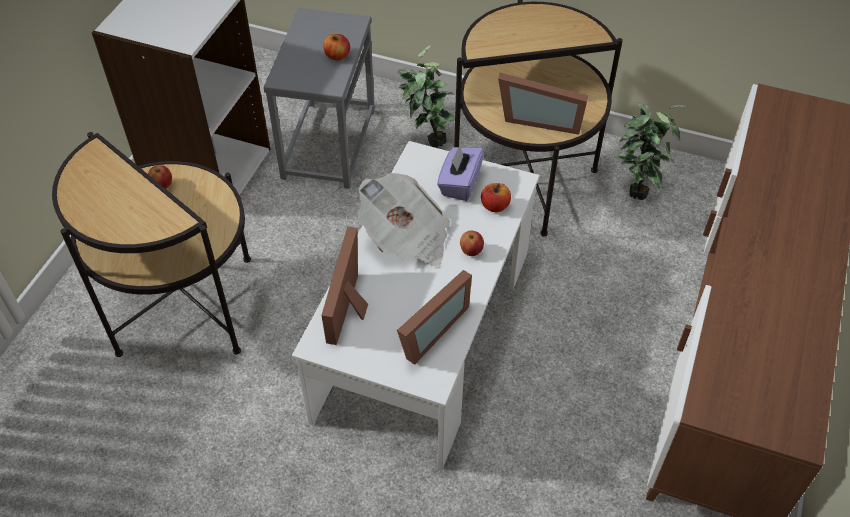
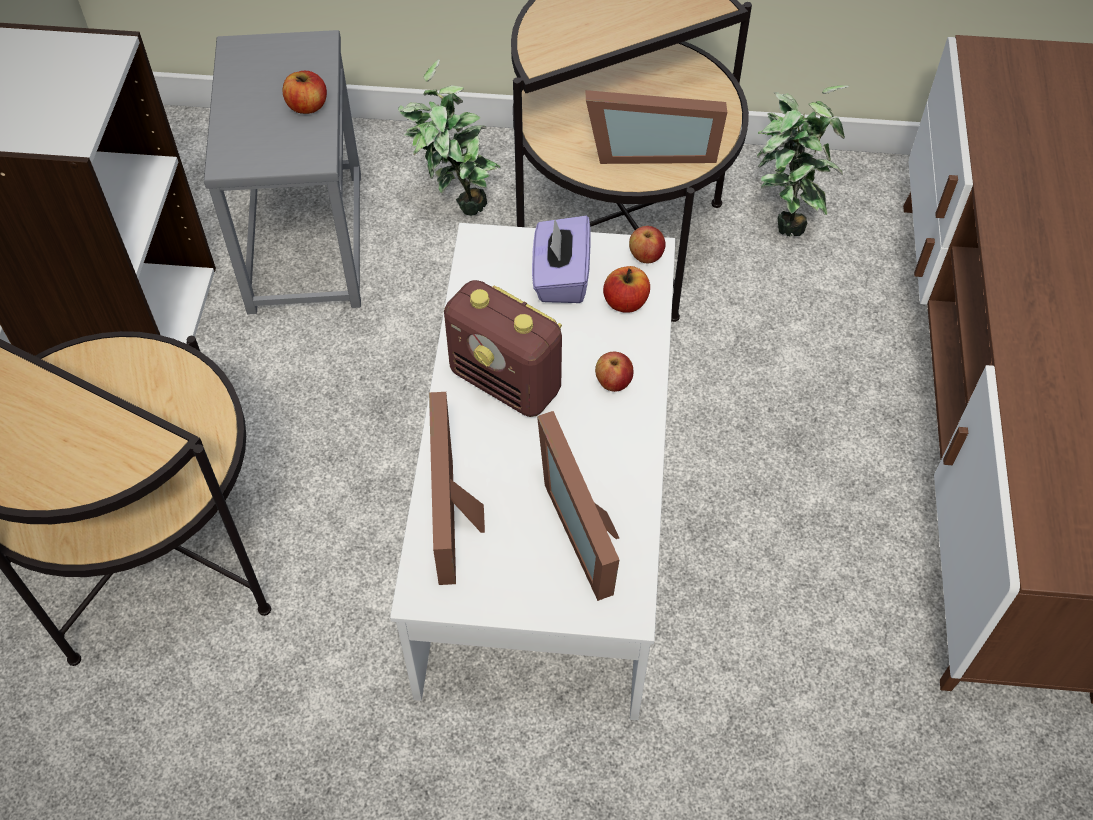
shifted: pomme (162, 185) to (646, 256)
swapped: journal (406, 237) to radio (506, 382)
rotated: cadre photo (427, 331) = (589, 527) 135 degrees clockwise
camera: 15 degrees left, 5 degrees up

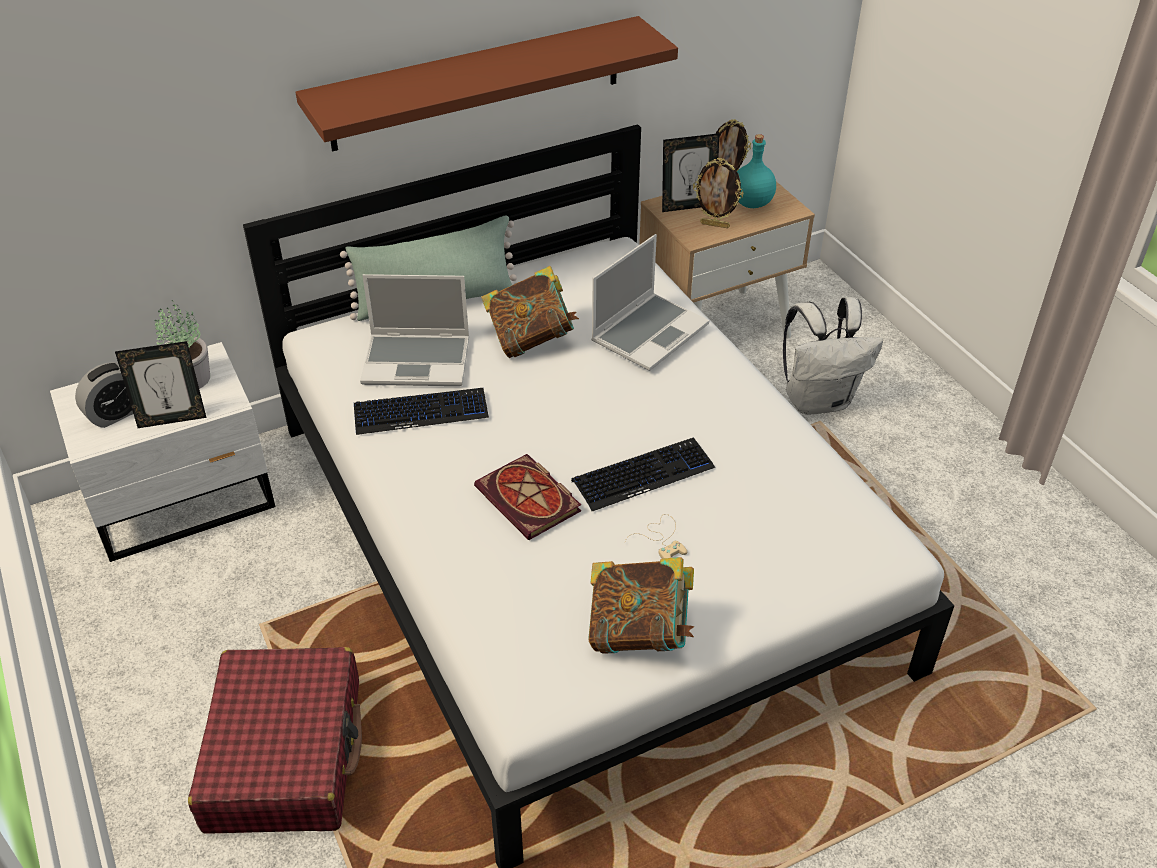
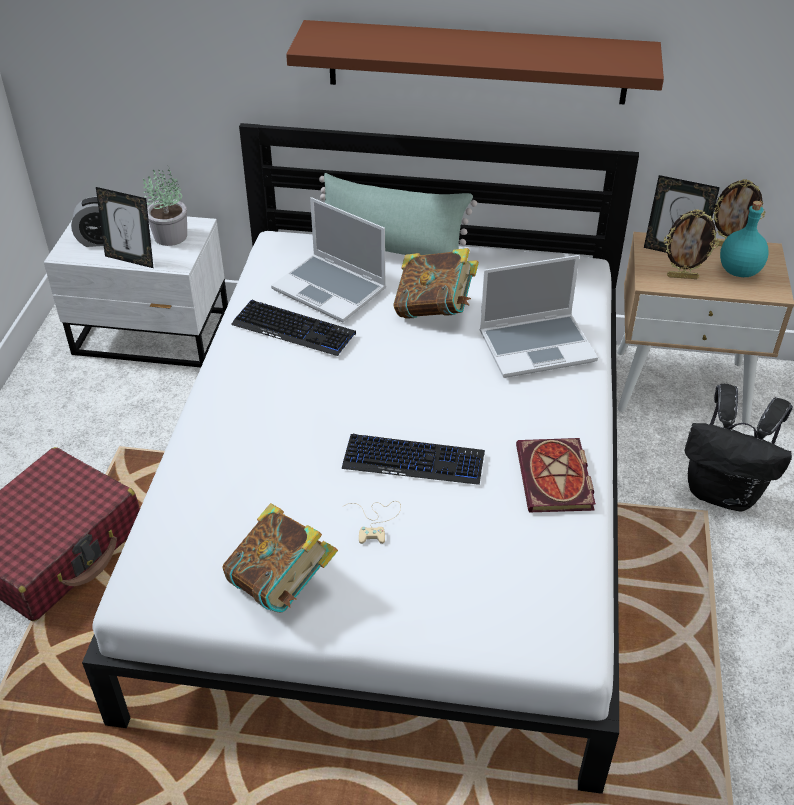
shifted: livre (531, 500) to (556, 480)
repainted: sac à dos [blanc] (819, 400) to sac à dos [noir] (723, 492)
rotated: cadre photo (715, 225) = (682, 276) 45 degrees counterclockwise
camera: 35 degrees right, 0 degrees up

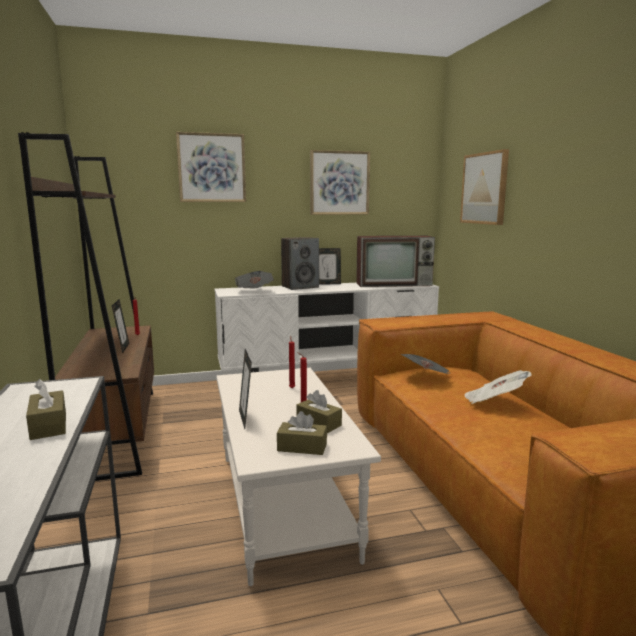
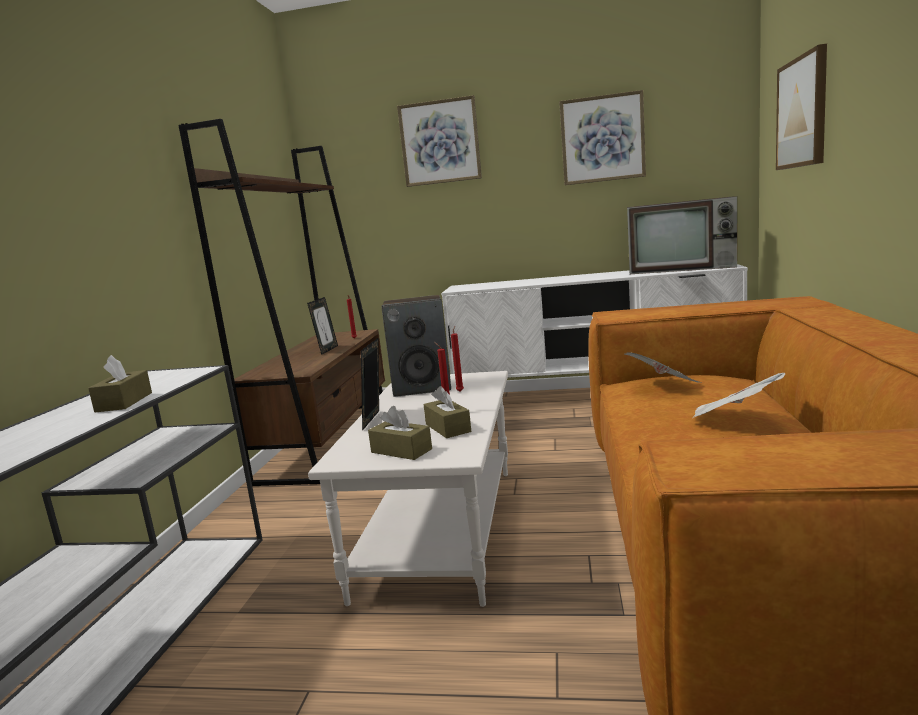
gone: journal (254, 291); cadre photo (327, 284)
shifted: enceinte (300, 287) to (422, 387)
camera: 25 degrees right, 0 degrees up

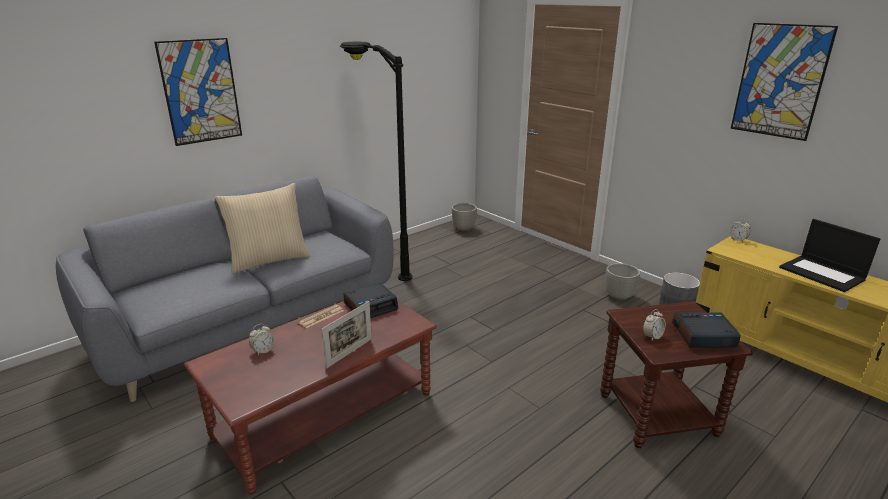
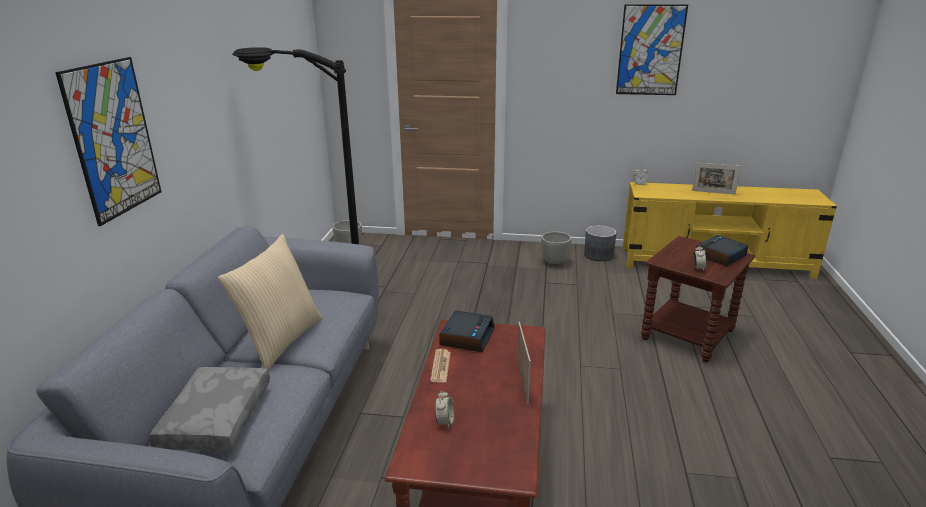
new: coussin [gris] (215, 418)
swapped: ordinateur portable (822, 274) to cadre photo (713, 192)
camera: 40 degrees left, 0 degrees up

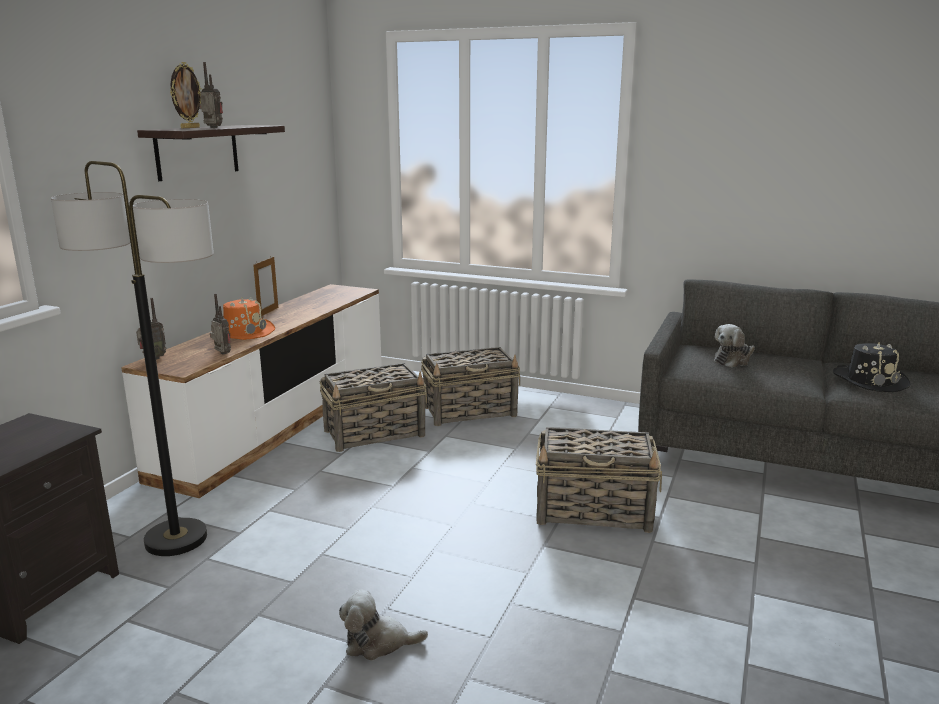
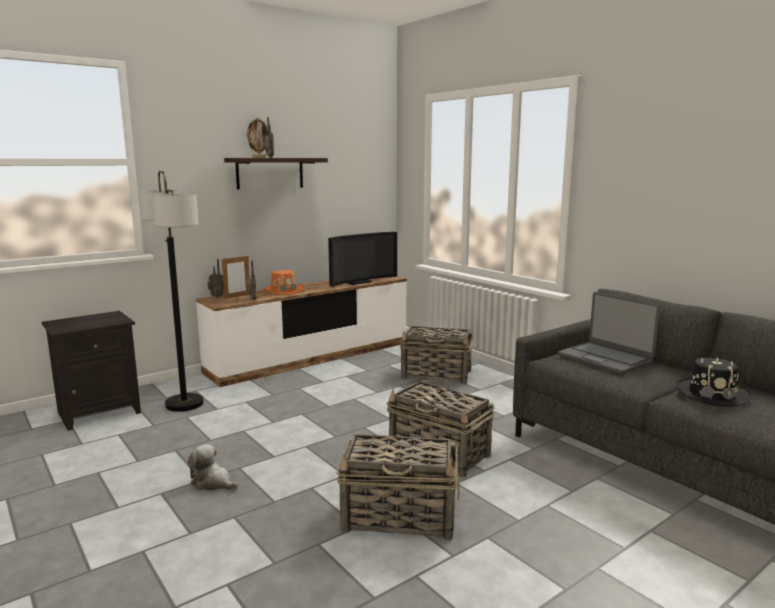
new: téléviseur (358, 282)
shifted: cadre photo (268, 312) to (237, 296); panier (375, 433) to (400, 517)
swapped: peluche (733, 360) to ordinateur portable (605, 359)
camera: 30 degrees right, 5 degrees down

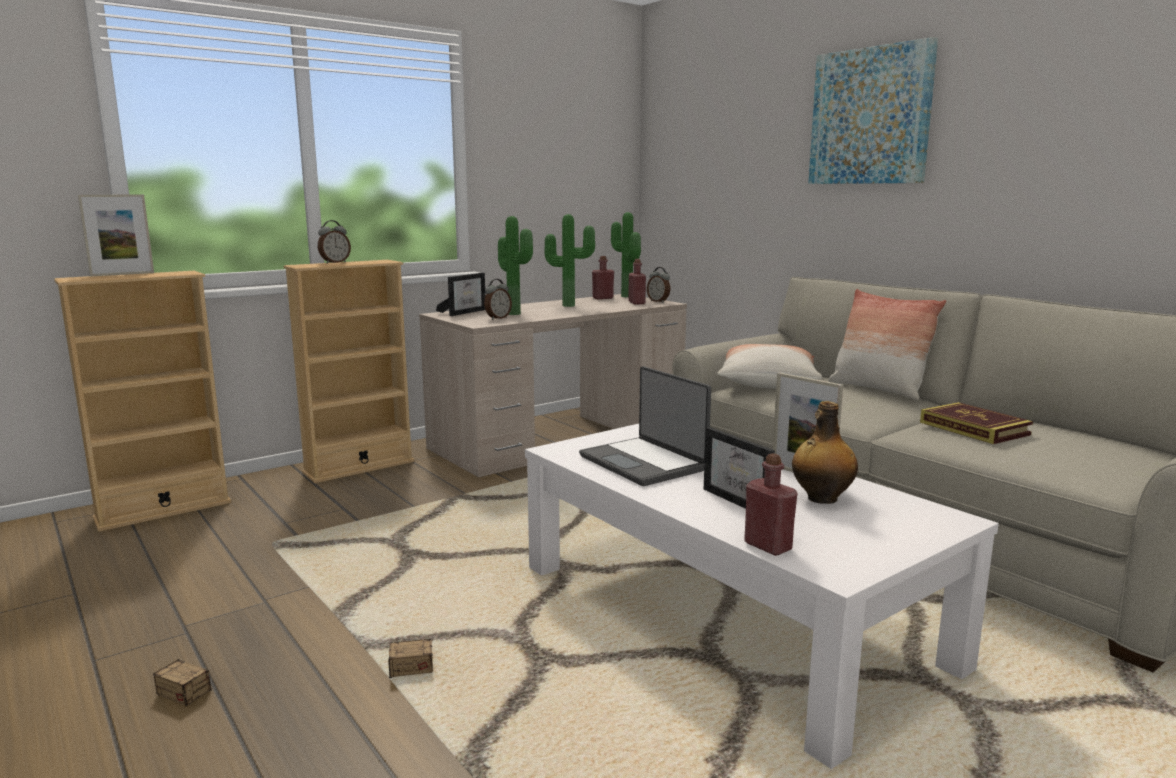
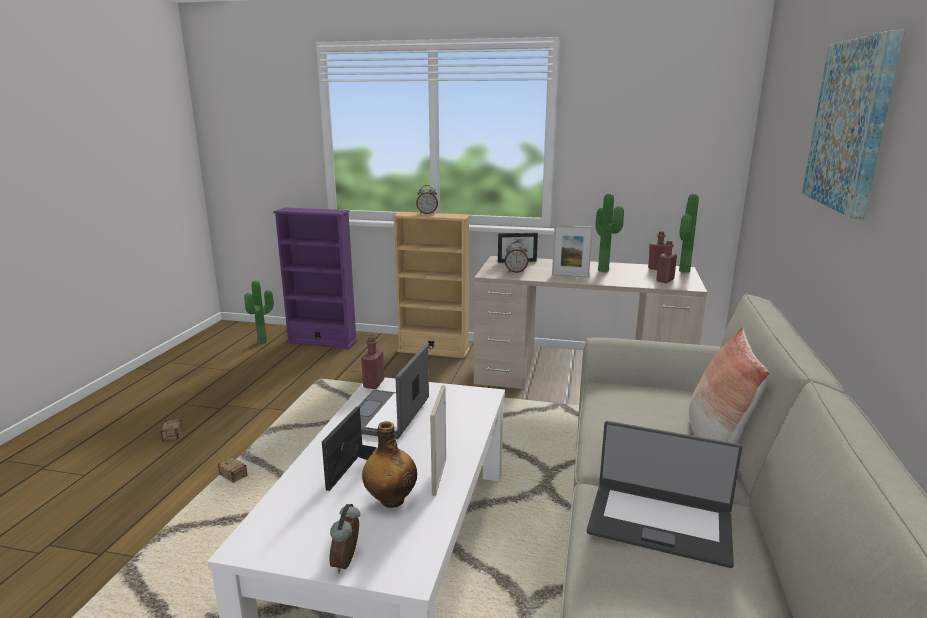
gone: coussin (767, 383)
shifted: plante en pot (516, 313) to (264, 342); réveil (658, 301) to (348, 562); bouteille [rouge] (768, 546) to (373, 384); cadre photo (122, 274) to (570, 276)
swapped: livre (974, 428) to ordinateur portable (659, 523)
repainted: bibliothèque [beige] (163, 510) to bibliothèque [violet] (322, 341)
camera: 50 degrees right, 5 degrees up

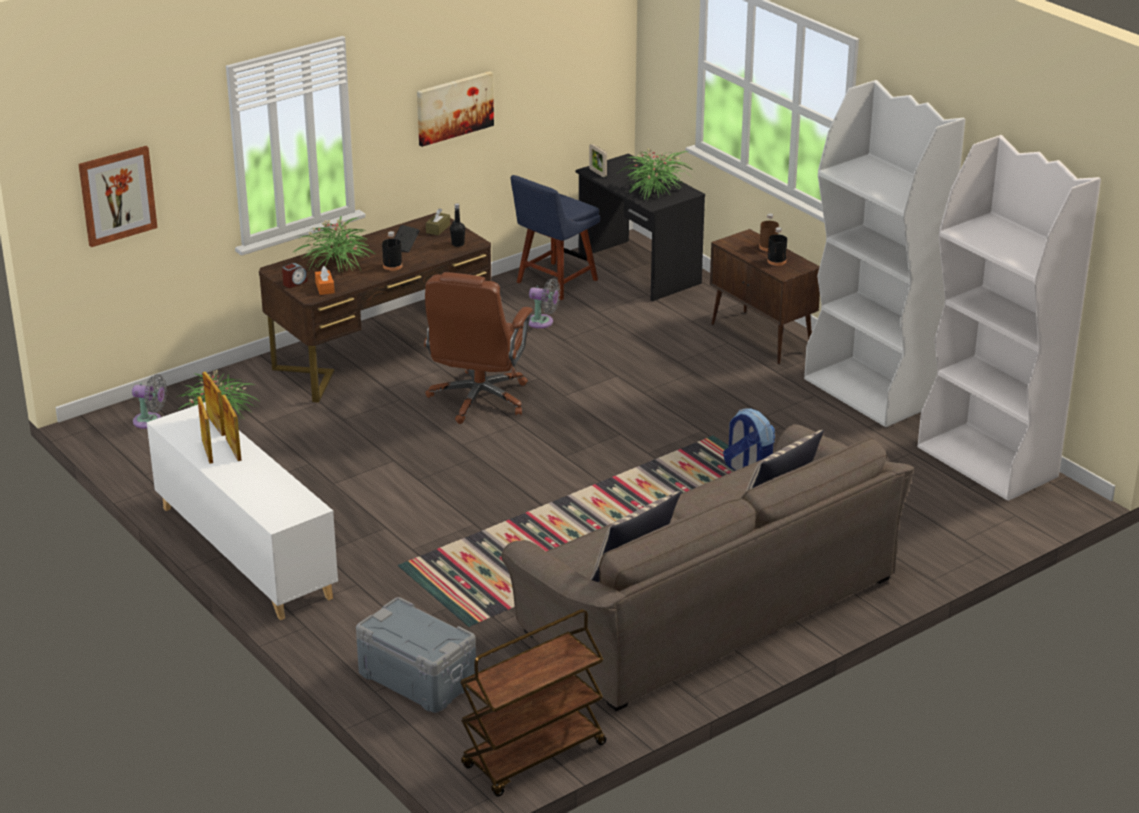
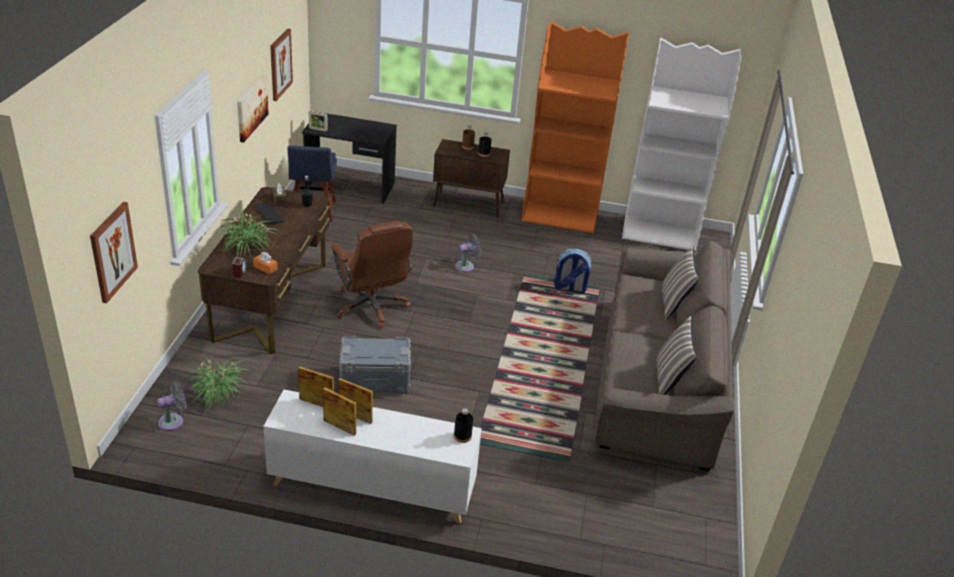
gone: chariot [marron] (534, 757); plante en pot (654, 189)
new: tableau (280, 64)
shifted: boîte de rangement [gris] (416, 679) to (375, 380); bouteille [noir] (392, 266) to (462, 436); ventilateur [gris] (543, 322) to (466, 266)
repainted: bibliothèque [blanc] (870, 393) to bibliothèque [orange] (560, 216)
camera: 45 degrees left, 5 degrees up

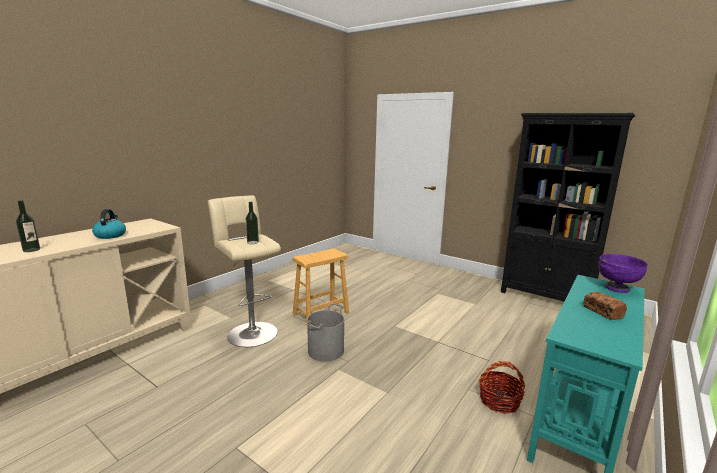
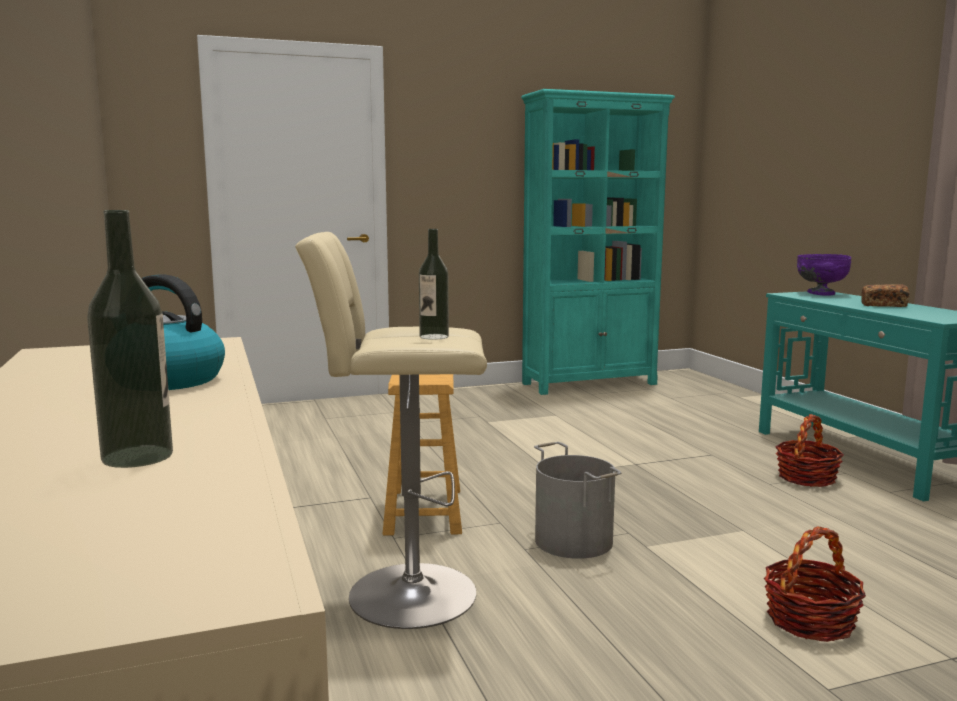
new: panier (810, 620)
repainted: bibliothèque [noir] (546, 297) to bibliothèque [turquoise] (590, 384)
camera: 55 degrees left, 5 degrees down

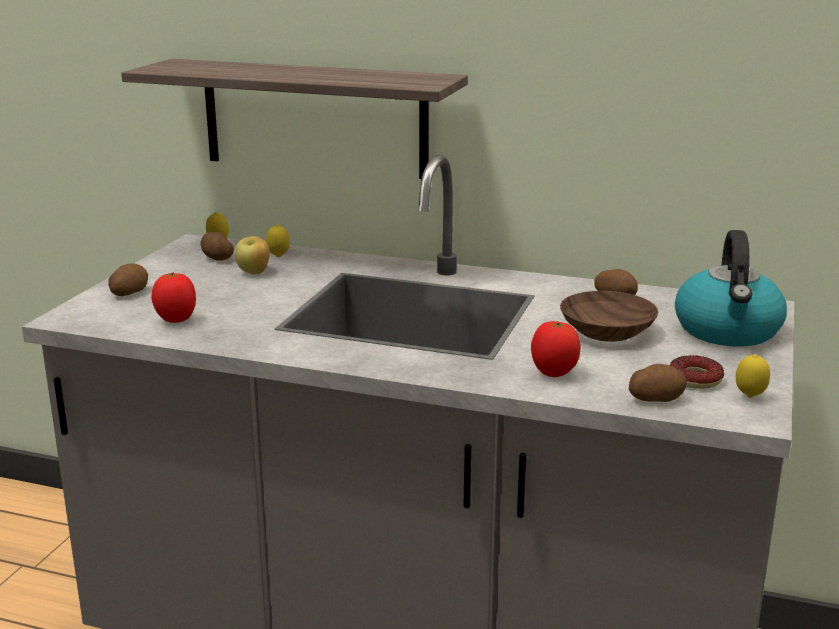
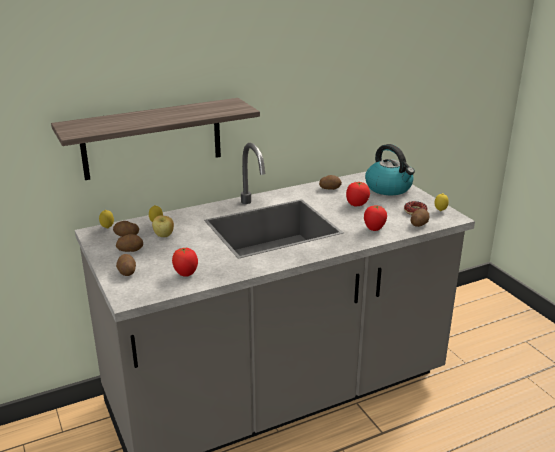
new: pomme de terre (130, 250)
swapped: bol [marron] (609, 332) to tomate (356, 204)
camera: 45 degrees left, 5 degrees up

